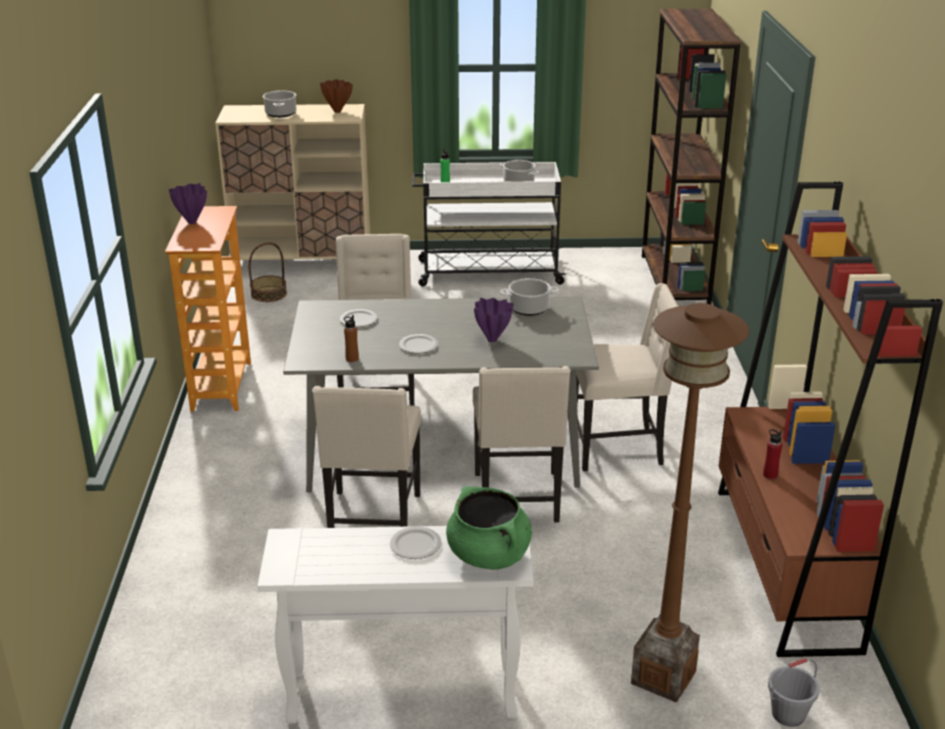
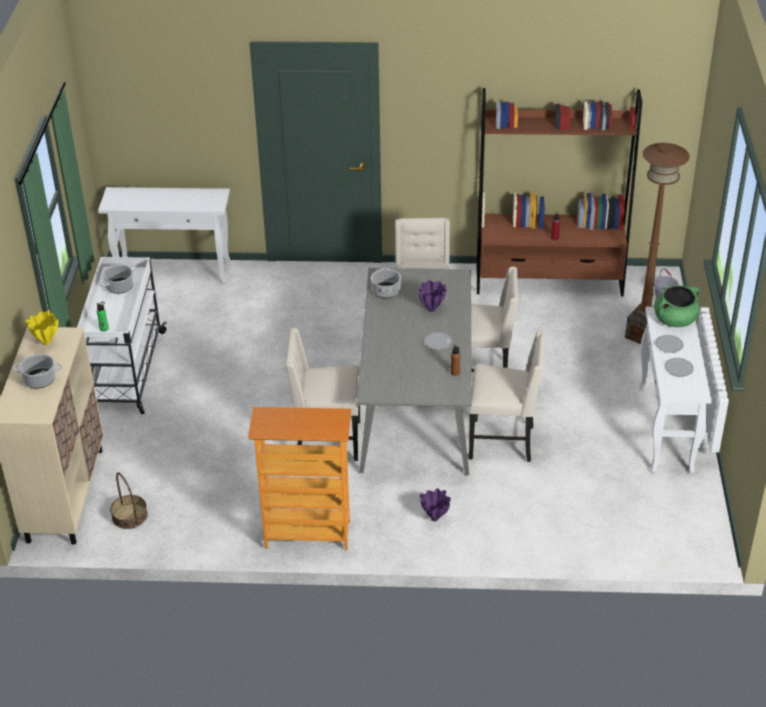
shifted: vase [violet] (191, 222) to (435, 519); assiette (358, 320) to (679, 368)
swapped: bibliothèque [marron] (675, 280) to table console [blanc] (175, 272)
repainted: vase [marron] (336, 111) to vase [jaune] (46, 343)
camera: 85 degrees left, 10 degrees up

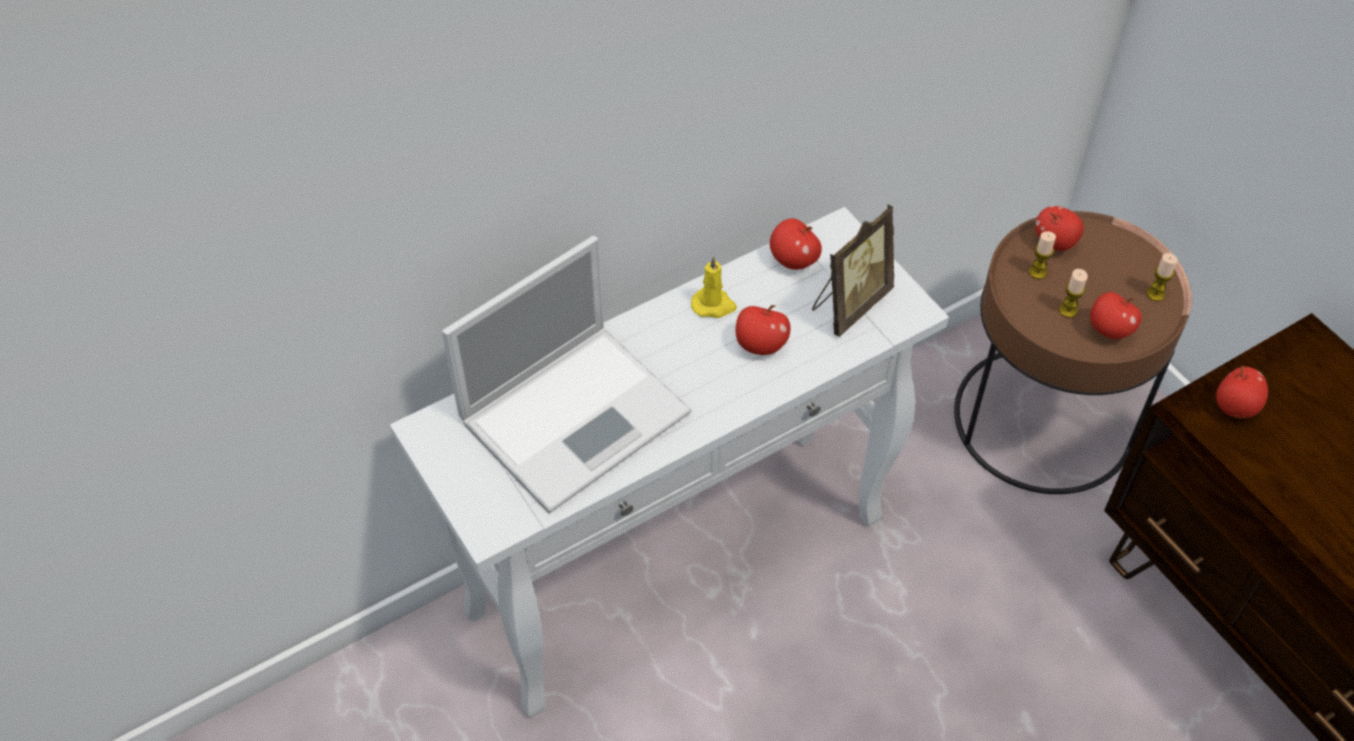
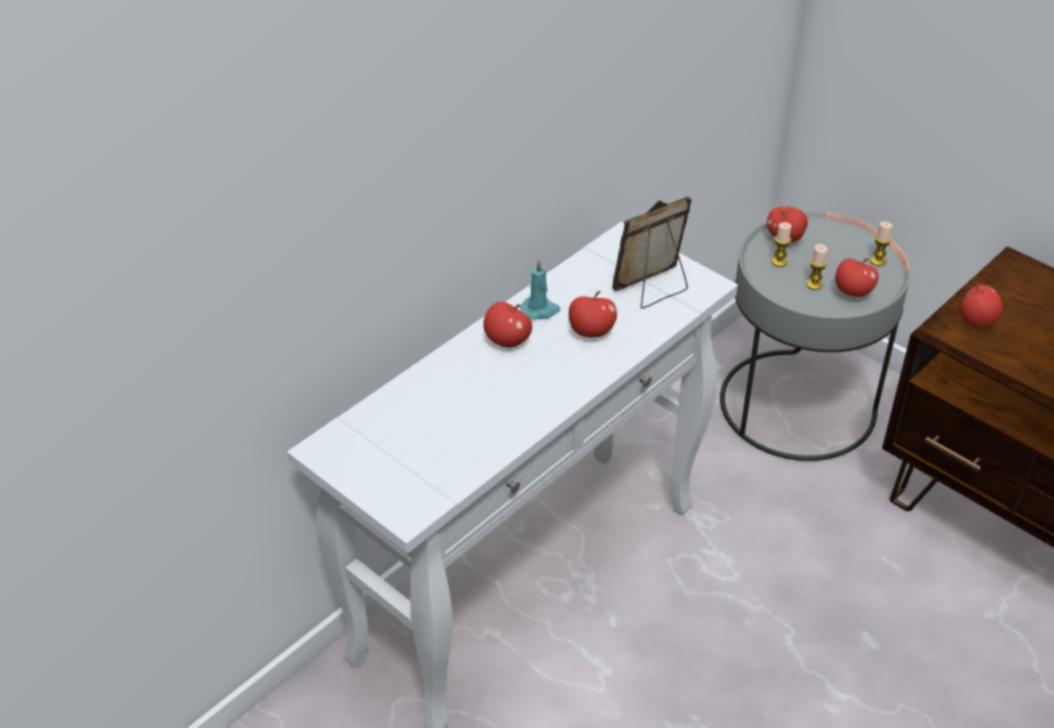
gone: ordinateur portable (578, 414)
shifted: pomme (793, 260) to (507, 341)
repainted: bougie [jaune] (714, 305) to bougie [turquoise] (540, 310); table d'appoint [marron] (1042, 419) to table d'appoint [gris] (796, 405)
rotated: cadre photo (849, 304) = (653, 289) 150 degrees counterclockwise
camera: 15 degrees left, 10 degrees down

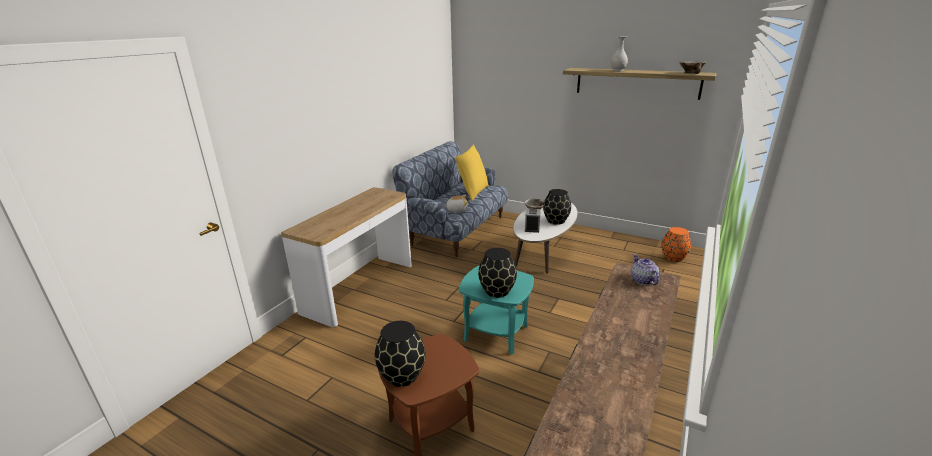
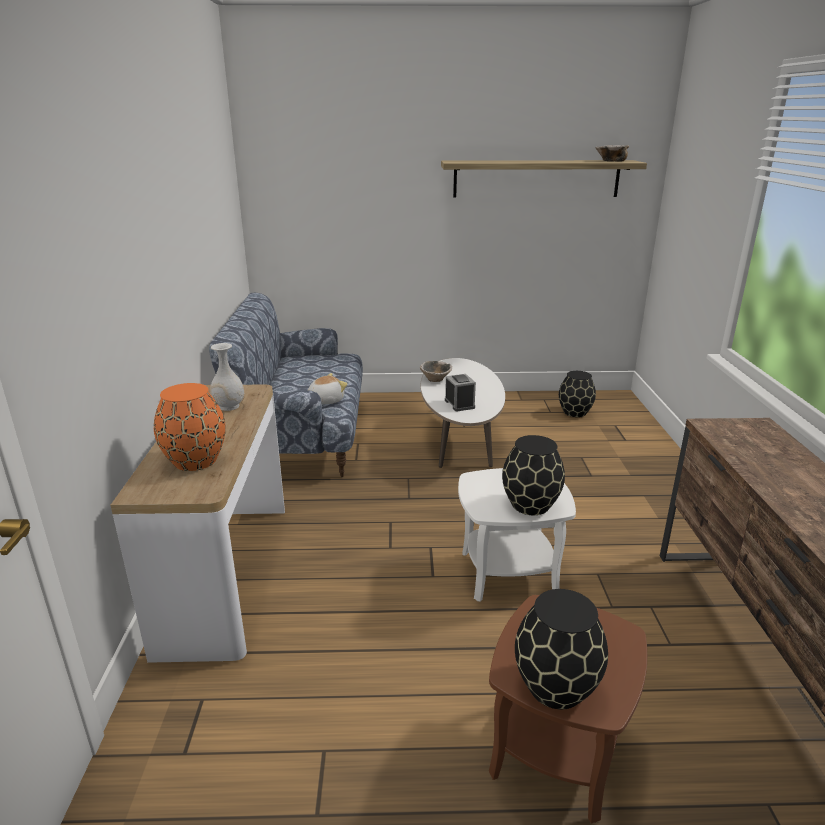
gone: coussin [jaune] (473, 192); théière (643, 280)
shifted: vase [orange] (673, 258) to (194, 461); vase [blanc] (618, 70) to (229, 406); vase [noir] (556, 221) to (575, 412)
repainted: table d'appoint [turquoise] (496, 333) to table d'appoint [blanc] (509, 573)
camera: 30 degrees left, 0 degrees up

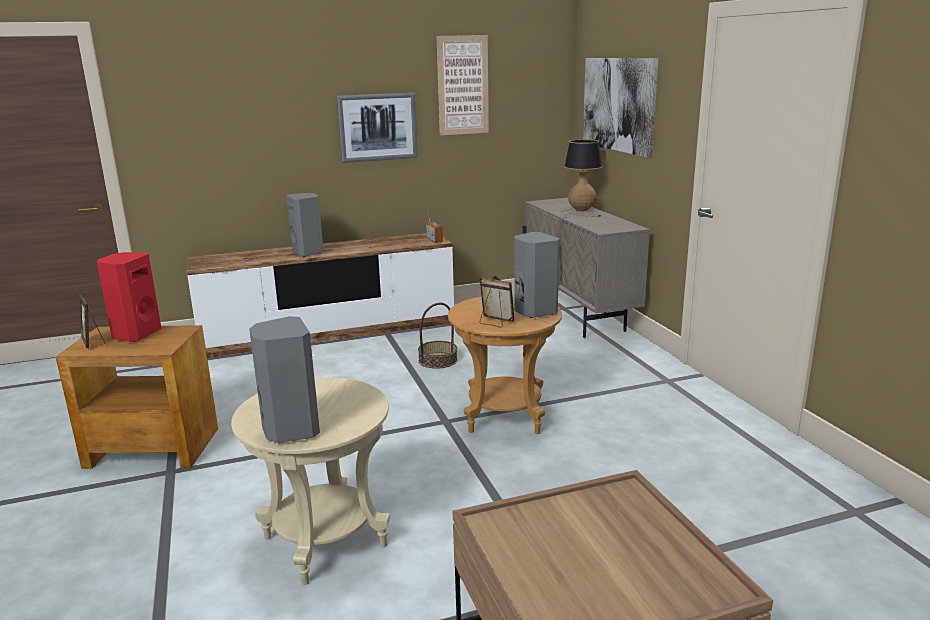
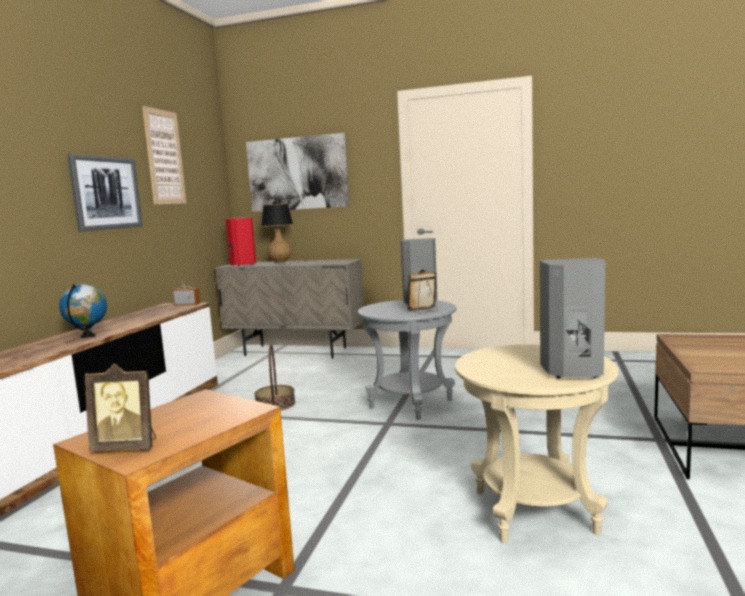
shifted: enceinte [rouge] (135, 334) to (242, 265)
swapped: enceinte [gris] (308, 253) to globe (88, 336)
repainted: table d'appoint [marron] (504, 416) to table d'appoint [gris] (411, 404)
camera: 55 degrees left, 10 degrees down

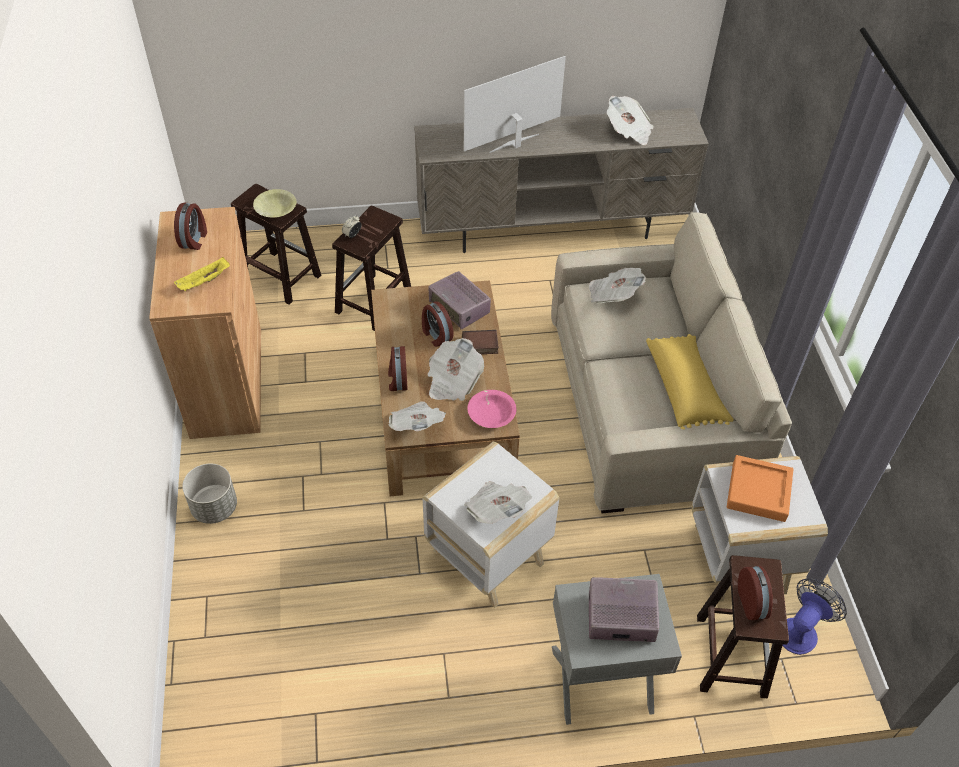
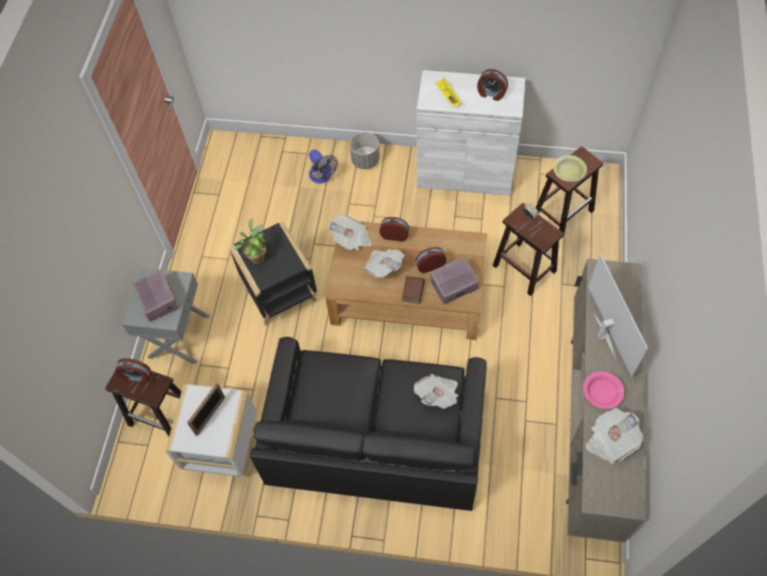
gone: coussin [jaune] (685, 390)
shifted: ventilateur (801, 630) to (322, 177); bol [rose] (491, 414) to (602, 393)
swapped: plateau [orange] (758, 492) to cadre photo (210, 415); journal (496, 510) to plante en pot (256, 256)
repainted: table d'appoint [blanc] (486, 556) to table d'appoint [noir] (282, 294); canapé [beige] (651, 402) to canapé [noir] (374, 438); meuble de rangement [marron] (226, 382) to meuble de rangement [blanc] (465, 173)
rotated: radio (620, 617) = (158, 300) 45 degrees counterclockwise
camera: 110 degrees right, 10 degrees up

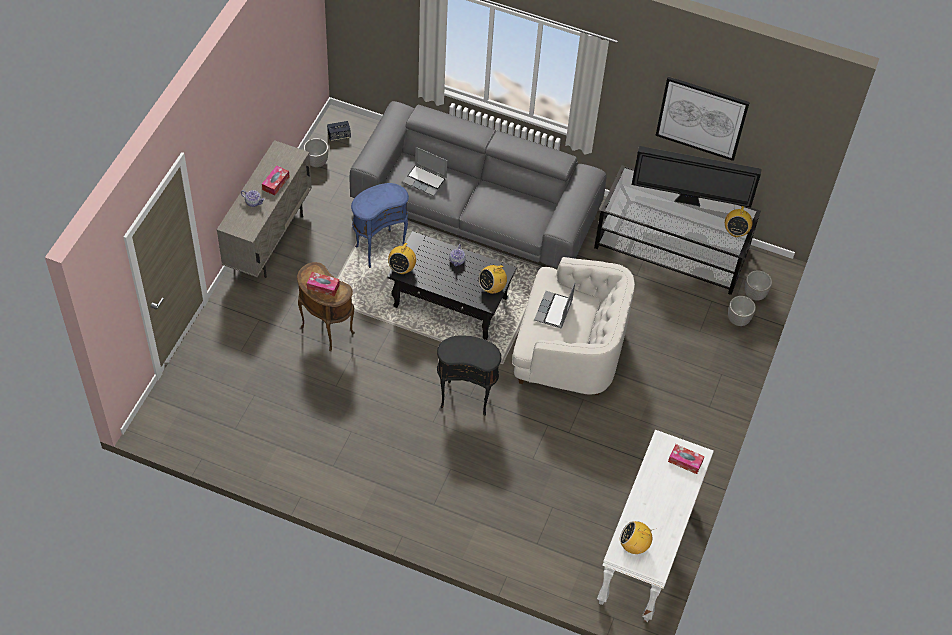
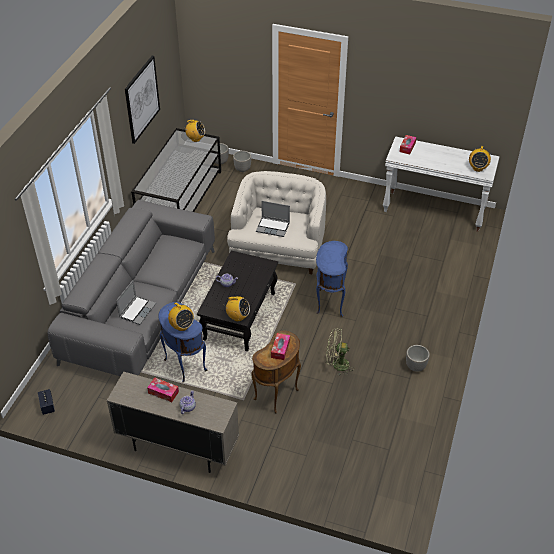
gone: téléviseur (689, 201)
new: ventilateur [vert] (336, 365)
shifted: radio (492, 288) to (181, 326); cache-pot (317, 162) to (415, 366)
repainted: table d'appoint [noir] (466, 397) to table d'appoint [bleu] (329, 302)
camera: 90 degrees left, 10 degrees down

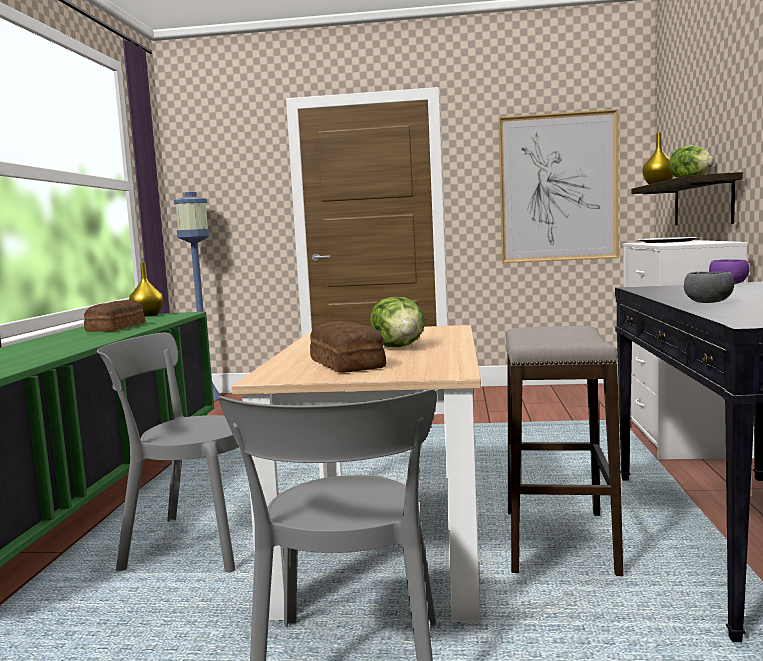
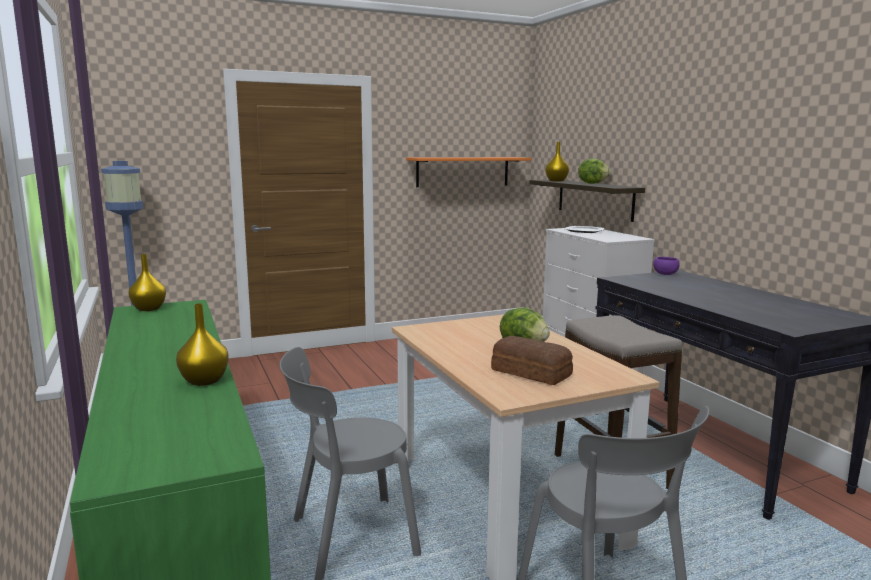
gone: pain (118, 327); bol [gris] (709, 302)
new: vase [jaune] (205, 381)
swapped: tableau (558, 188) to étagère [orange] (463, 171)
camera: 30 degrees left, 5 degrees up

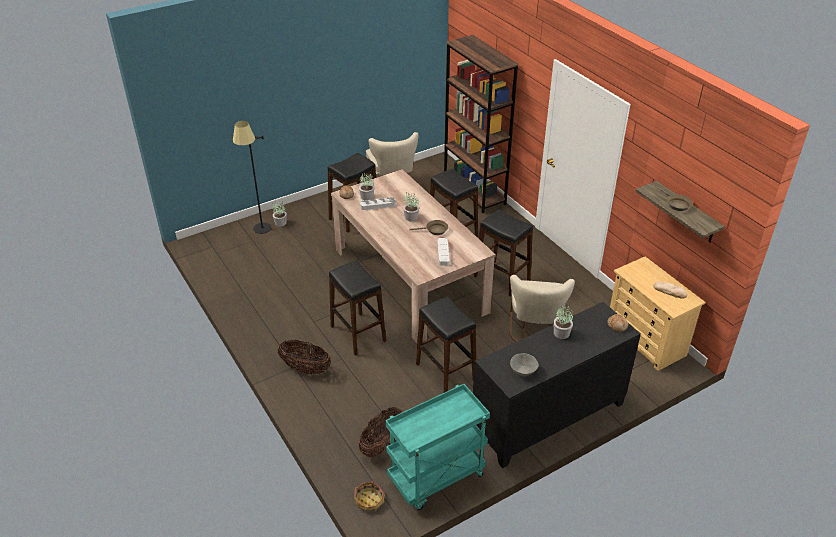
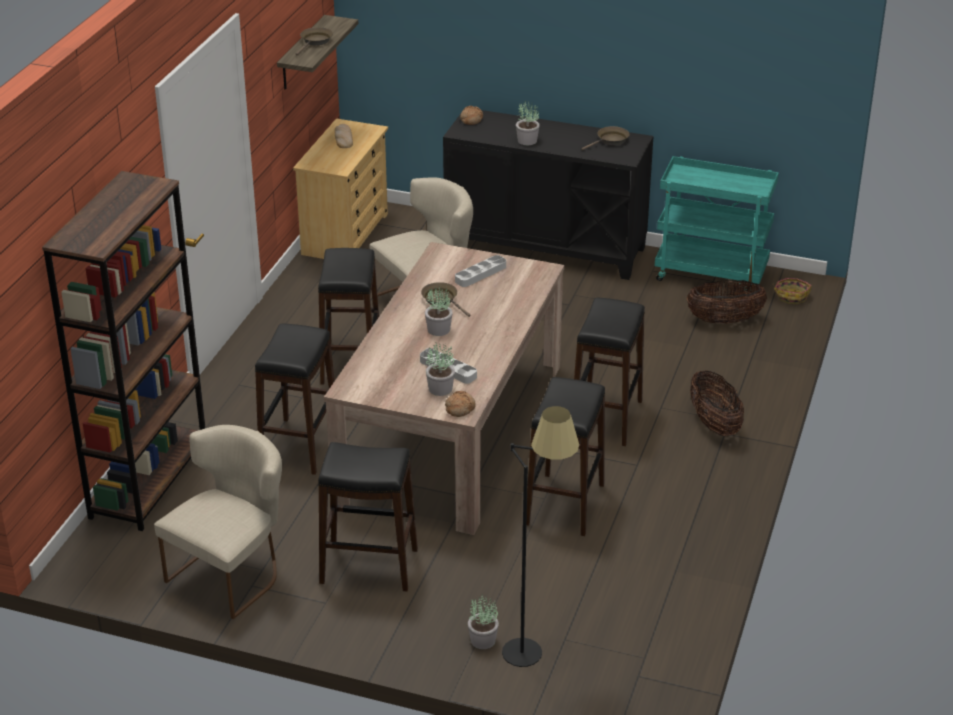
shifted: tabouret [noir] (445, 372) to (565, 504)
swapped: bol [gris] (523, 371) to poêle [marron] (610, 141)
camera: 130 degrees left, 5 degrees down

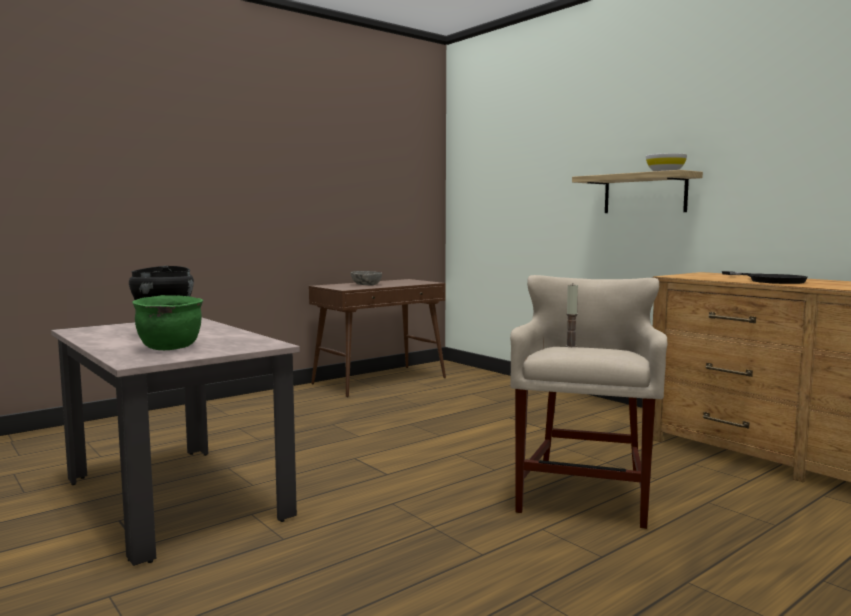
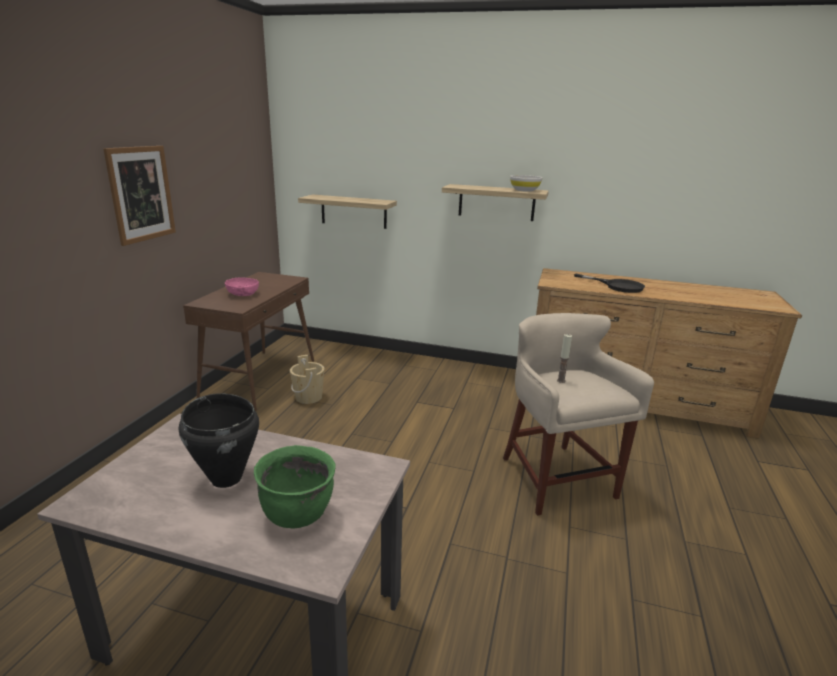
new: tableau (141, 194); seau [beige] (308, 397); étagère (353, 211)
repainted: bol [gris] (366, 285) to bol [rose] (243, 294)
camera: 35 degrees left, 15 degrees up

